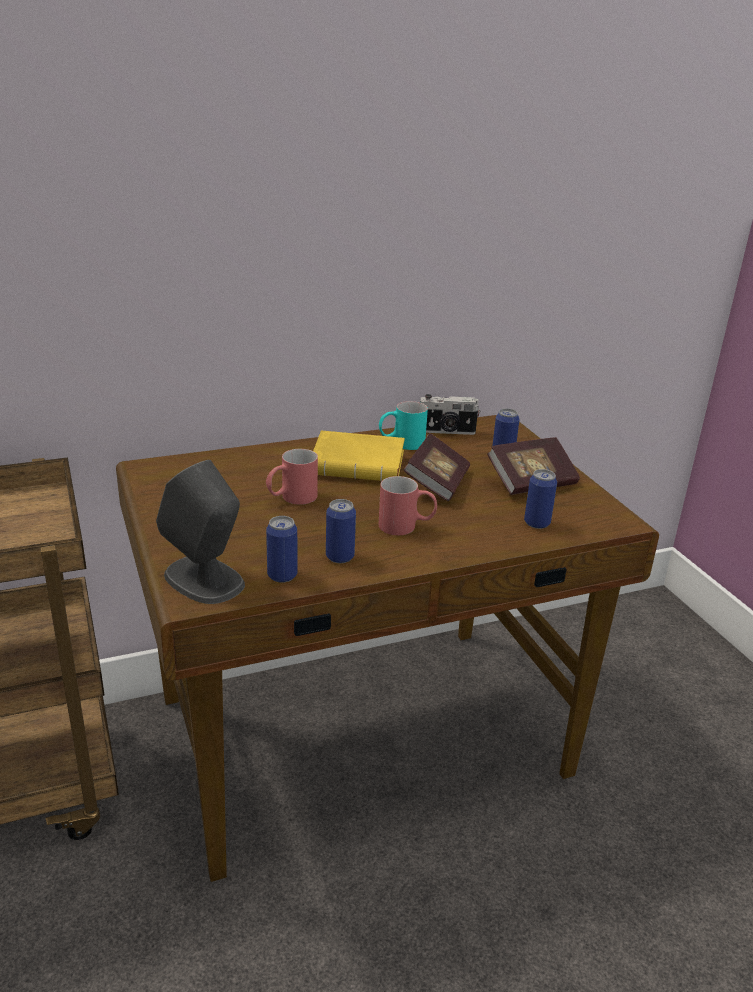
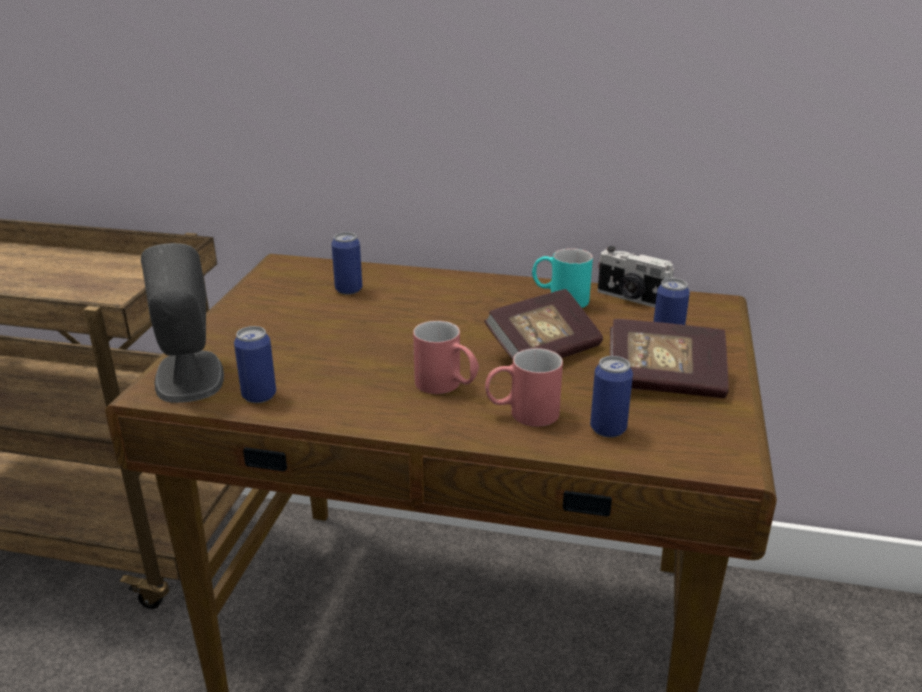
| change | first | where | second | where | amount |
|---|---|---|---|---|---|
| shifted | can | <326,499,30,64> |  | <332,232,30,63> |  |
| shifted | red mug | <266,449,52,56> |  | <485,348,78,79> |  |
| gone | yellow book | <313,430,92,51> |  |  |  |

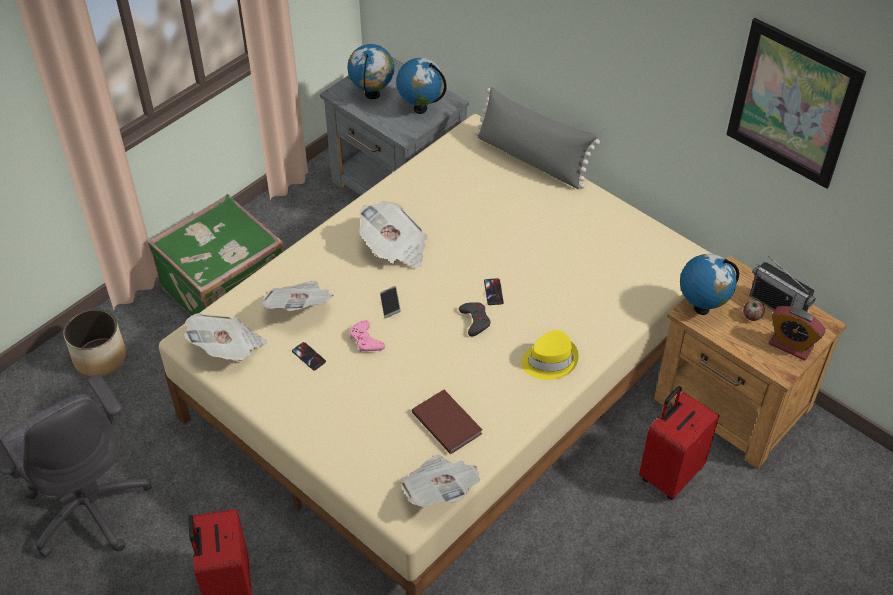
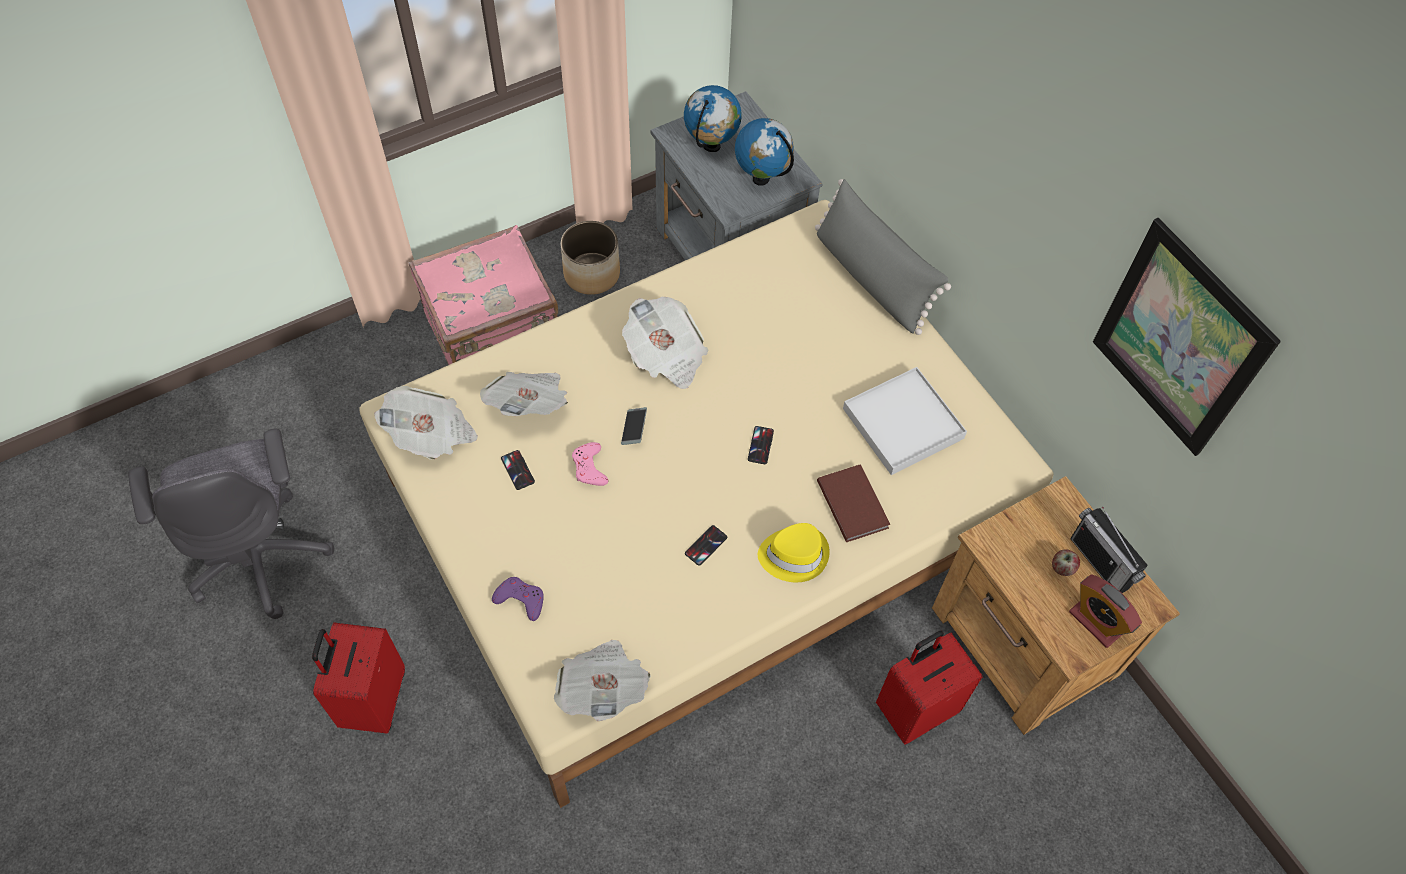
| change | first | where | second | where | amount |
|---|---|---|---|---|---|
| repainted | green suitcase | <147,194,137,122> | pink suitcase | <408,225,150,140> |  |
| new |  |  | purple game controller | <492,577,52,44> |  |
| shifted | planter | <63,309,63,68> |  | <561,221,59,74> |  |
| new |  |  | phone | <685,525,42,41> |  |
| shifted | brown book | <412,390,70,64> |  | <817,464,73,78> |  |
| new |  |  | white tray | <843,367,124,108> |  |
| gone | grey game controller | <459,302,32,35> |  |  |  |
| gone | globe | <680,254,59,61> |  |  |  |

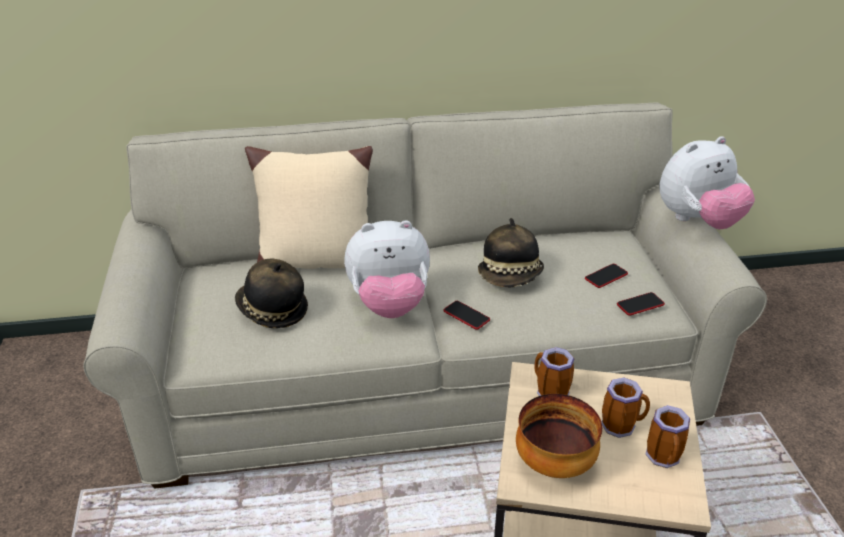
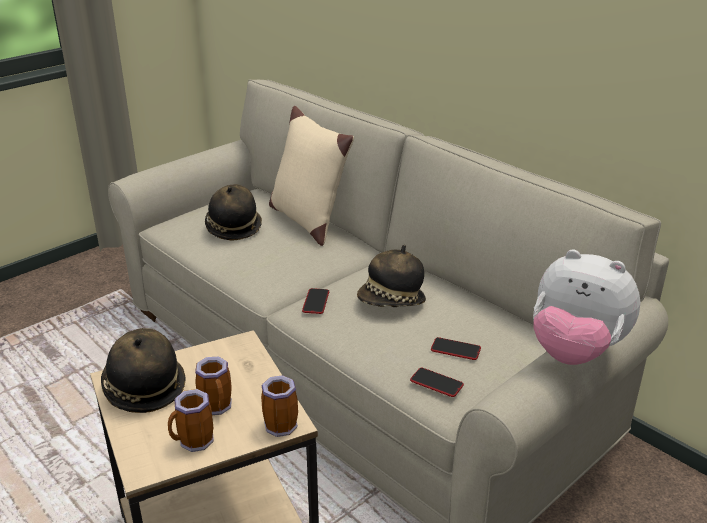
| change | first | where | second | where | amount |
|---|---|---|---|---|---|
| swapped | bowl | <516,394,86,84> | hat | <101,328,85,85> |  |
| shifted | mug | <534,347,40,49> |  | <261,375,37,62> |  |
| gone | plush toy | <344,220,86,98> |  |  |  |

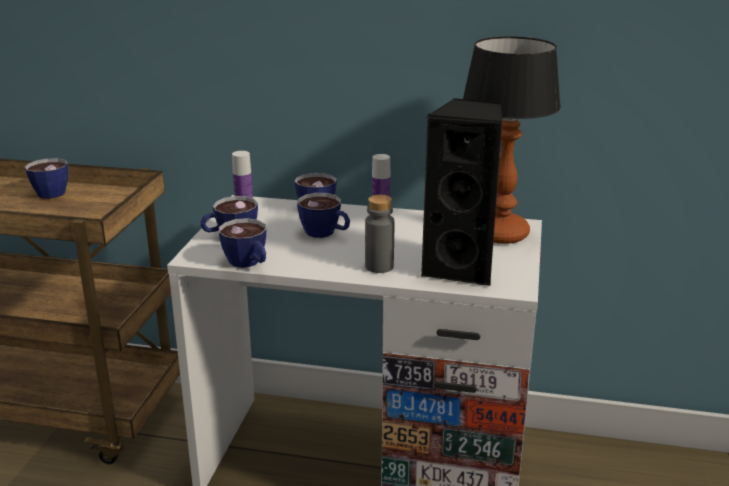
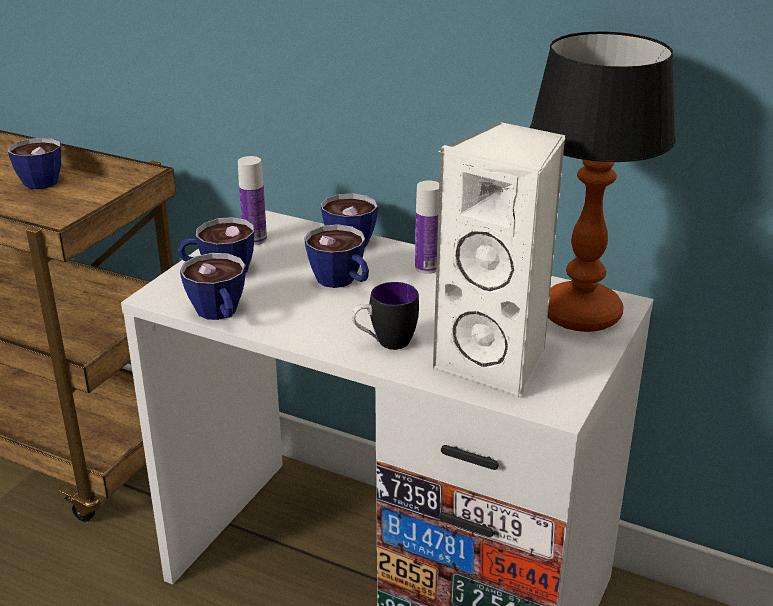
| change | first | where | second | where | amount |
|---|---|---|---|---|---|
| swapped | grey bottle | <365,195,29,78> | mug | <352,282,67,68> |  |
| repainted | black speaker | <421,98,81,188> | white speaker | <432,122,133,276> |  |

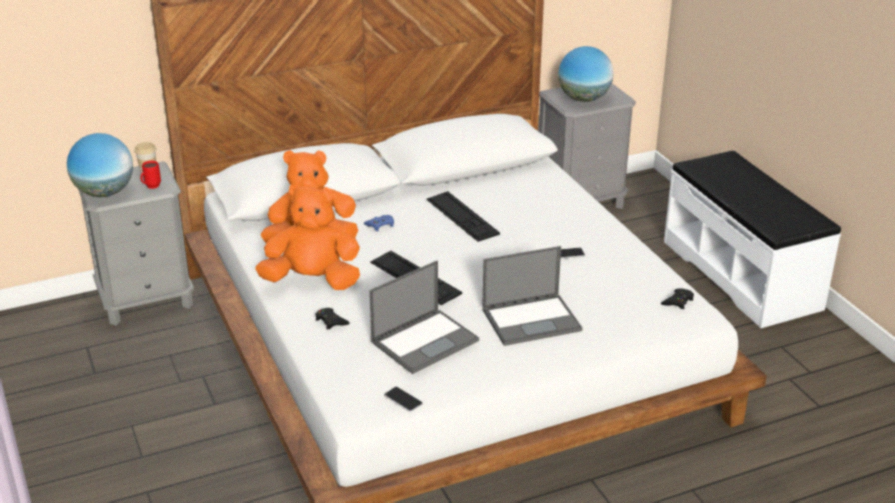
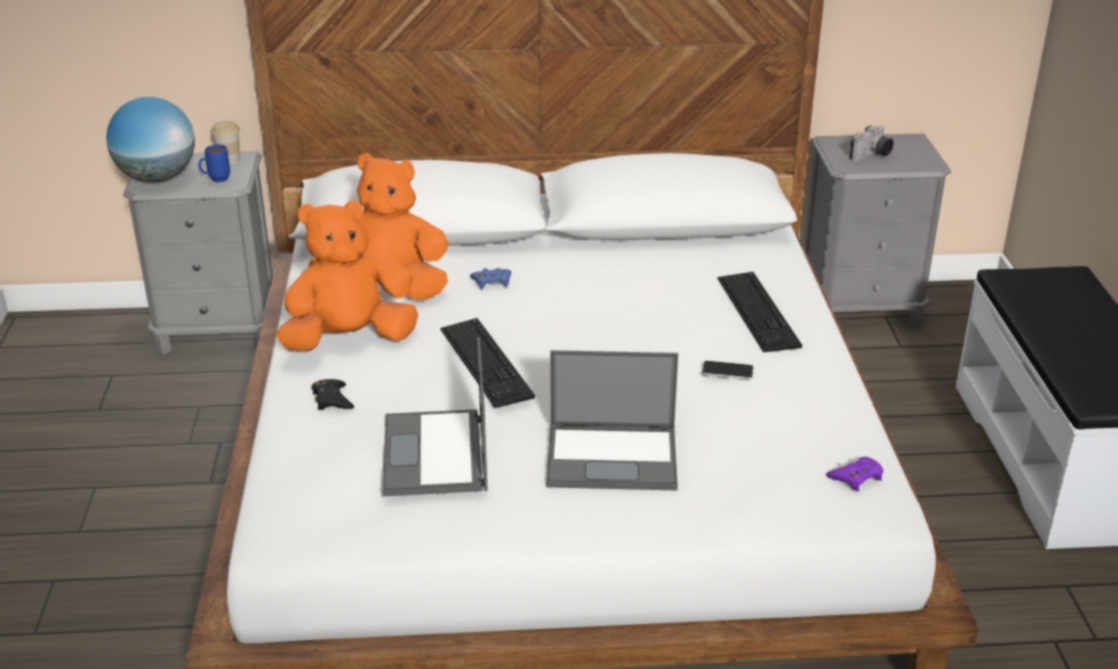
| change | first | where | second | where | amount |
|---|---|---|---|---|---|
| repainted | red mug | <140,161,21,28> | blue mug | <199,145,31,37> |  |
| rotated | orange plush toy | <255,183,105,107> |  | <276,200,142,151> | 45 degrees counterclockwise |
| rotated | laptop | <369,260,110,114> |  | <382,337,106,159> | 105 degrees clockwise |
| shifted | keyboard | <426,191,74,51> |  | <717,272,85,80> |  |
| repainted | black game controller | <661,288,33,21> | purple game controller | <826,457,58,34> |  |
| swapped | globe | <558,46,55,56> | photo camera | <850,125,44,36> |  |
| gone | phone | <384,387,39,25> |  |  |  |

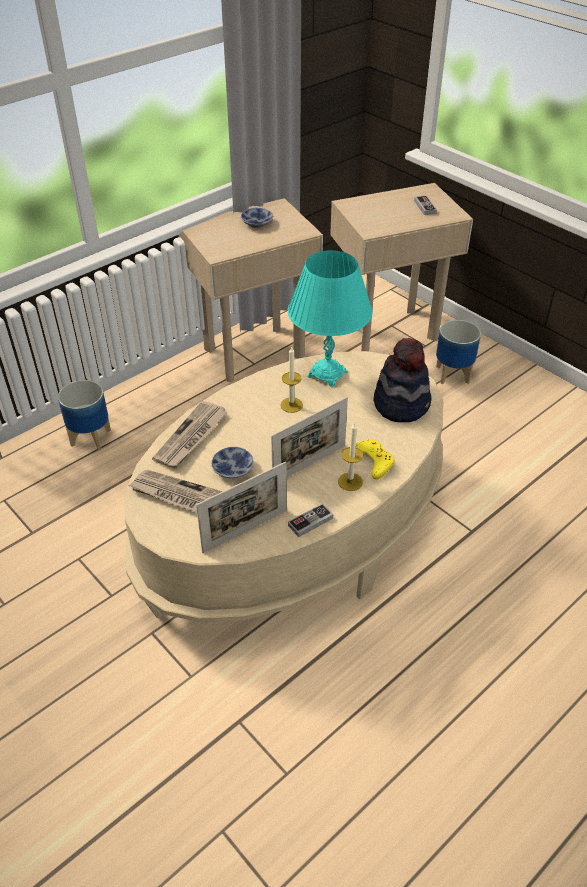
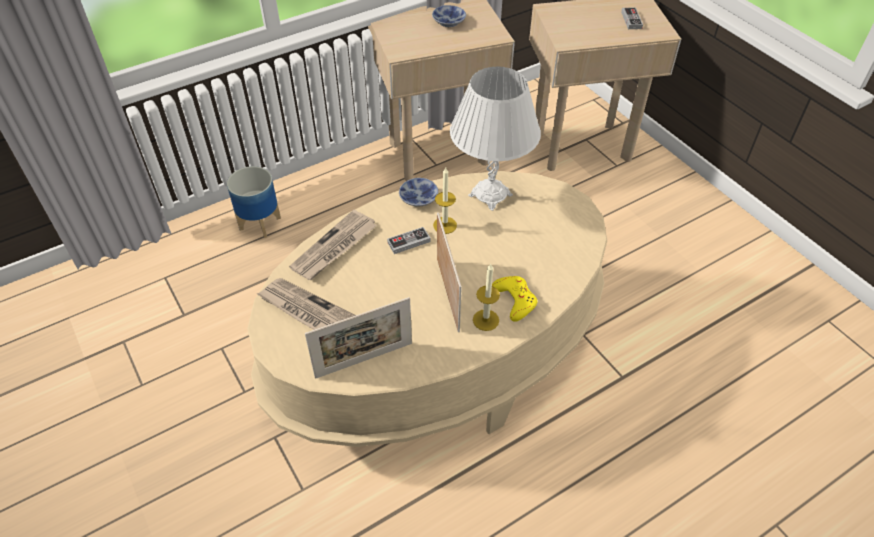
| change | first | where | second | where | amount |
|---|---|---|---|---|---|
| shifted | game controller | <288,503,45,34> |  | <387,227,44,27> |  |
| shifted | bowl | <211,447,43,31> |  | <399,178,39,29> |  |
| rotated | picture frame | <271,397,77,81> |  | <437,212,25,120> | 75 degrees counterclockwise |
| repainted | turquoise table lamp | <288,250,85,138> | white table lamp | <450,67,91,144> |  |
| gone | hat | <373,338,58,84> |  |  |  |
| gone | planter | <436,320,45,64> |  |  |  |

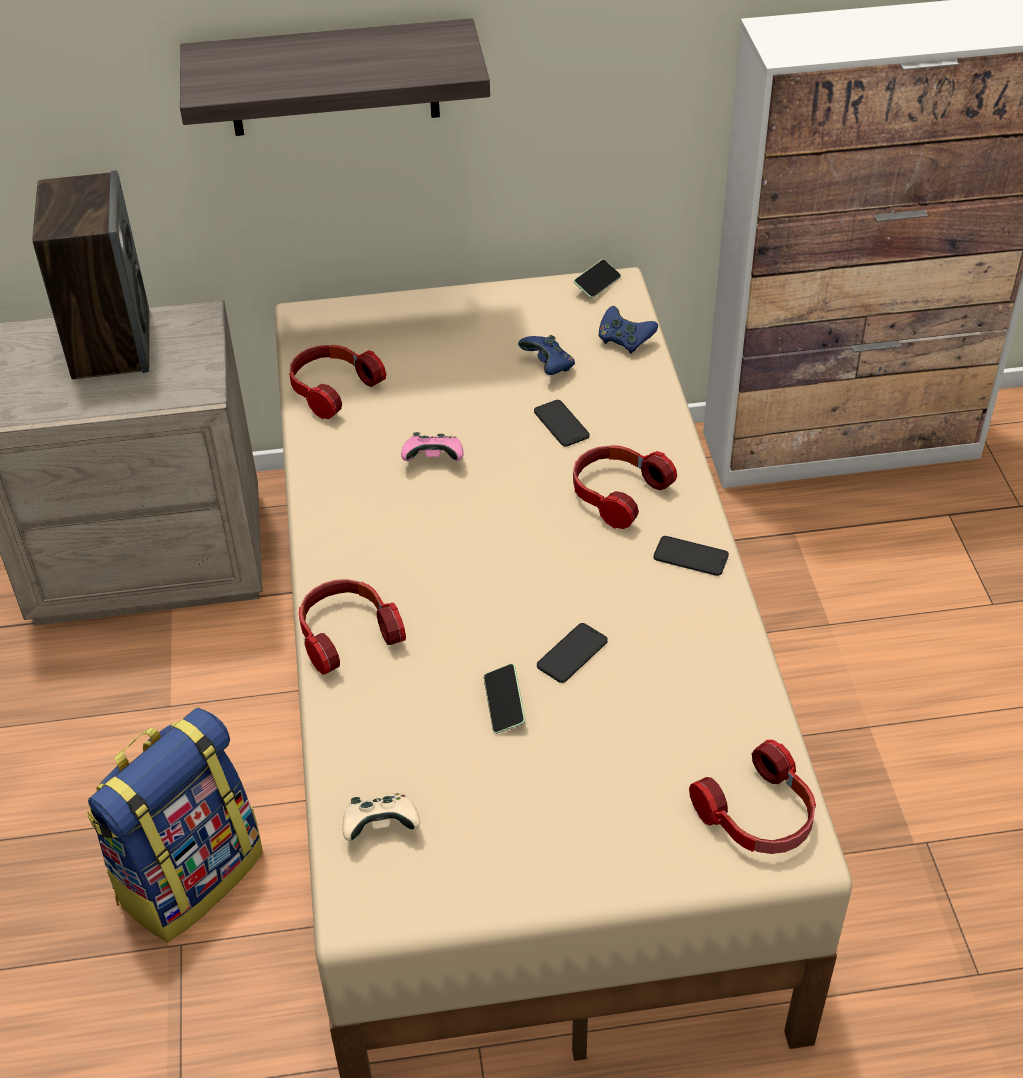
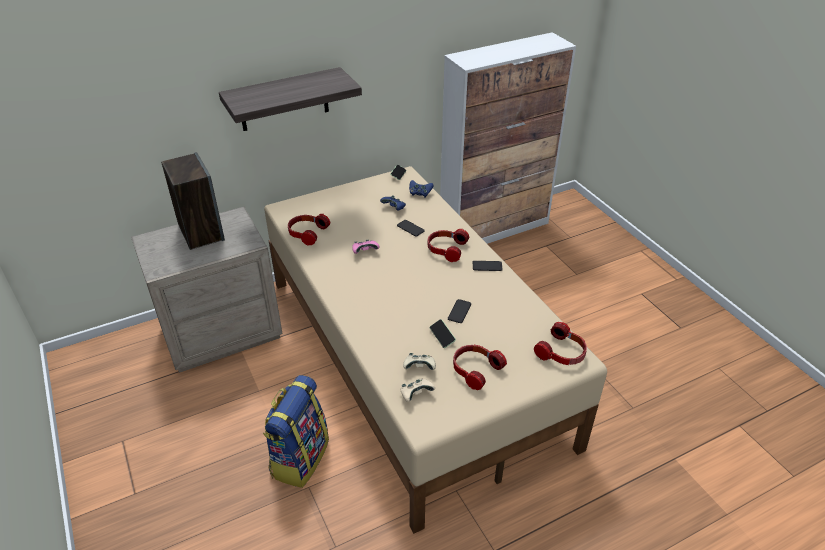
| change | first | where | second | where | amount |
|---|---|---|---|---|---|
| new |  |  | beige game controller | <403,353,33,17> |  |
| shifted | headphones | <299,579,107,96> |  | <453,345,54,45> |  |

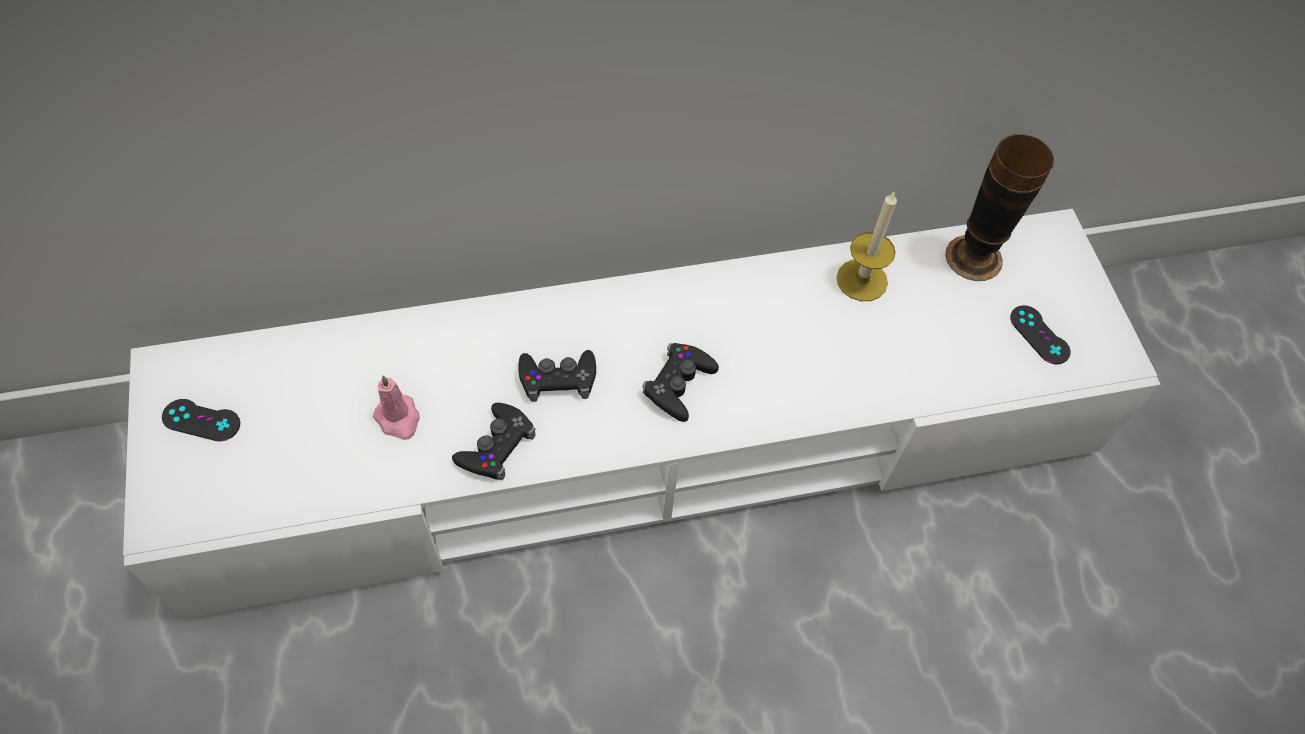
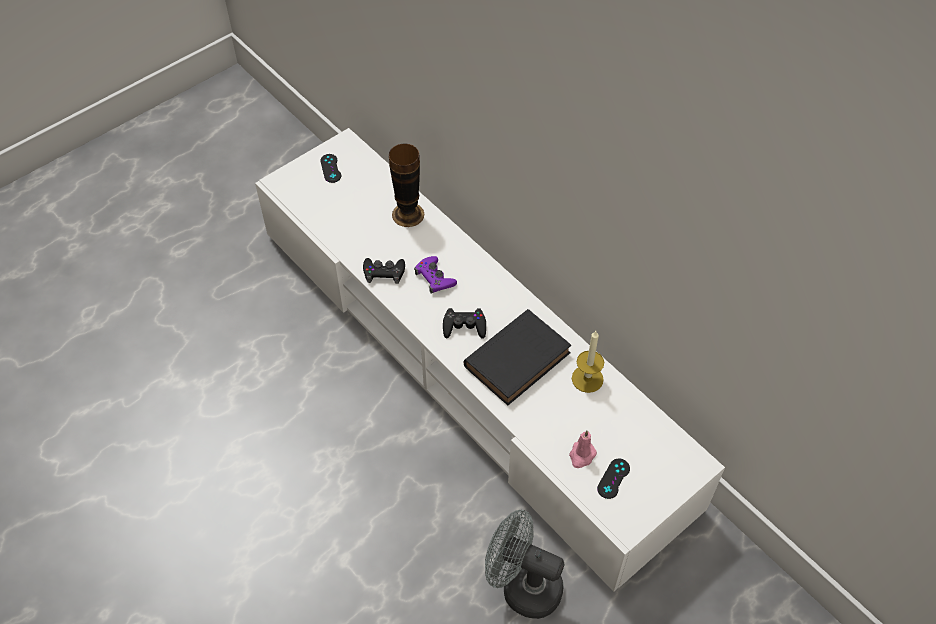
| change | first | where | second | where | amount |
|---|---|---|---|---|---|
| shifted | vase | <945,134,109,147> |  | <389,143,35,84> |  |
| repainted | black game controller | <518,350,78,52> | purple game controller | <414,256,43,38> |  |
| new |  |  | black book | <464,309,107,96> |  |
| new |  |  | grey fan | <485,510,80,109> |  |
| shifted | pink candle | <373,375,47,65> |  | <569,431,28,37> |  |

